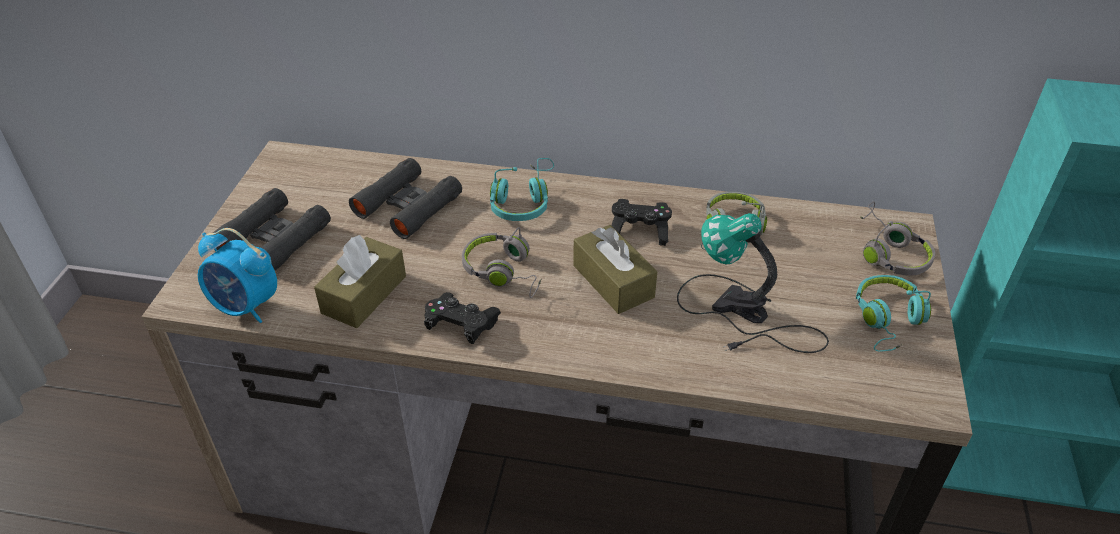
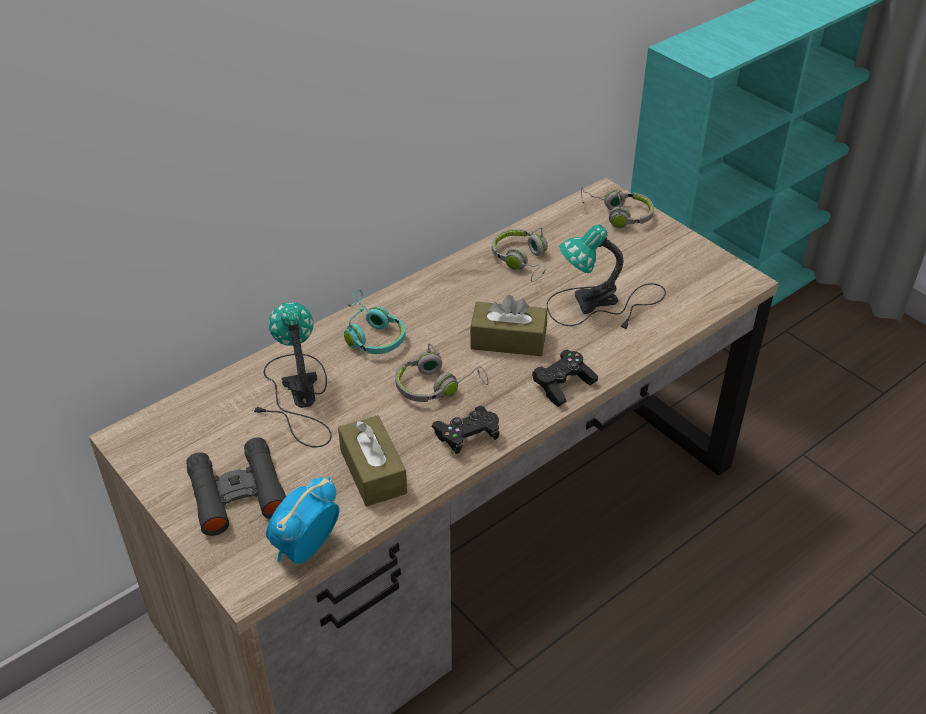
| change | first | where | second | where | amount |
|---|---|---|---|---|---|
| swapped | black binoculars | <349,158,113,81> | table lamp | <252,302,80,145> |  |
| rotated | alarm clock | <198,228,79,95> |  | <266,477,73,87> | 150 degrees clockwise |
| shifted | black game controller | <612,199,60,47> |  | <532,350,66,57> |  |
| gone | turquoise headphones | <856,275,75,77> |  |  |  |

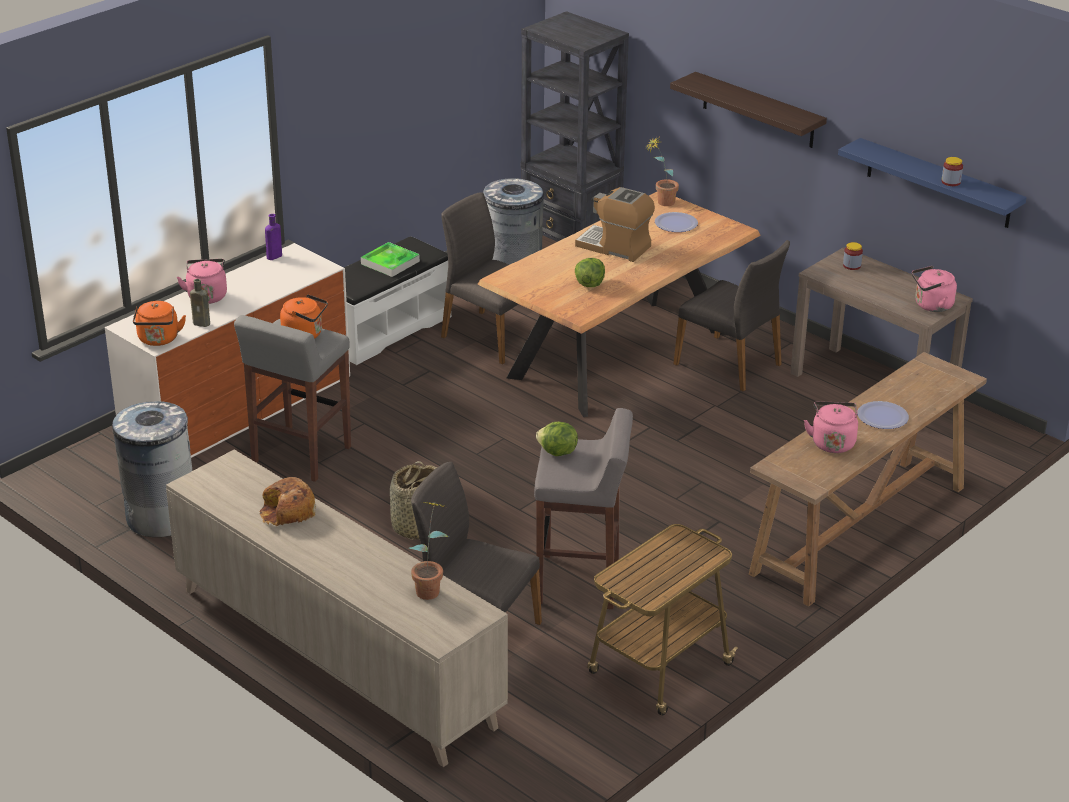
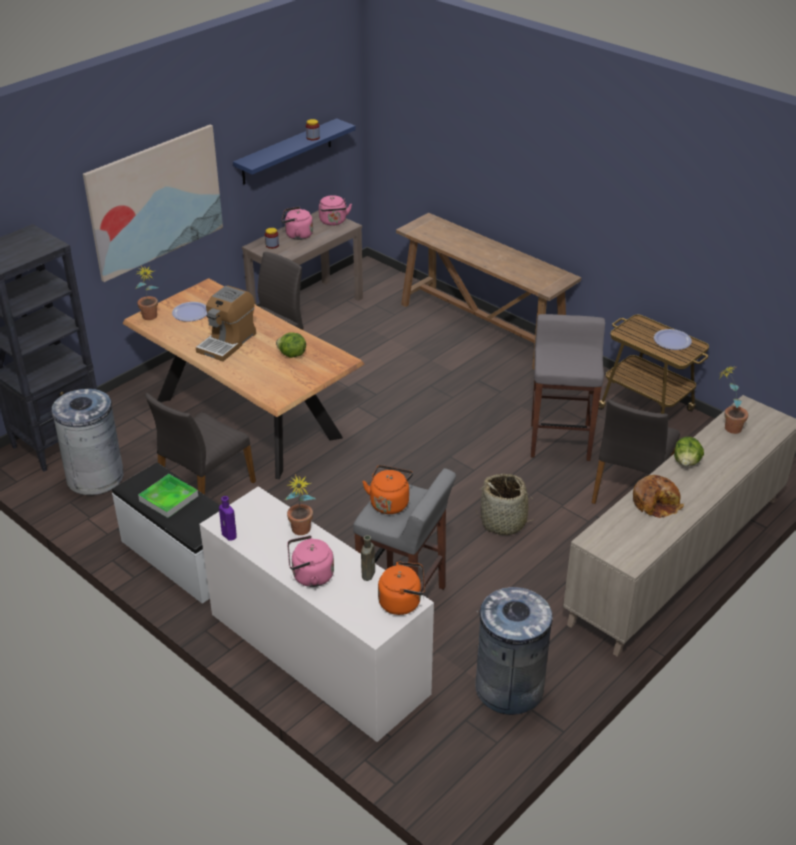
| change | first | where | second | where | amount |
|---|---|---|---|---|---|
| swapped | shelf | <670,72,157,76> | picture | <83,125,140,157> |  |
| shifted | pink kettle | <804,401,54,52> |  | <281,207,32,33> |  |
| new |  |  | potted plant | <285,474,31,61> |  |
| shifted | plate | <857,401,52,28> |  | <654,329,38,21> |  |
| shifted | lettuce | <536,422,42,34> |  | <674,437,30,29> |  |

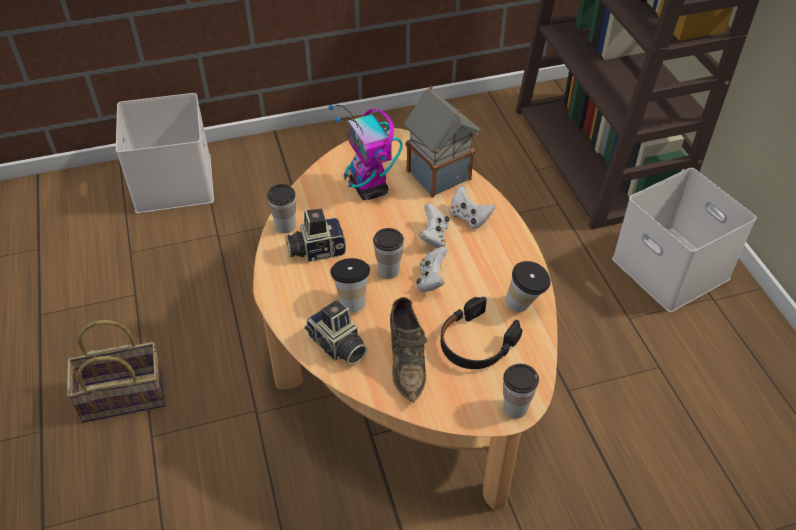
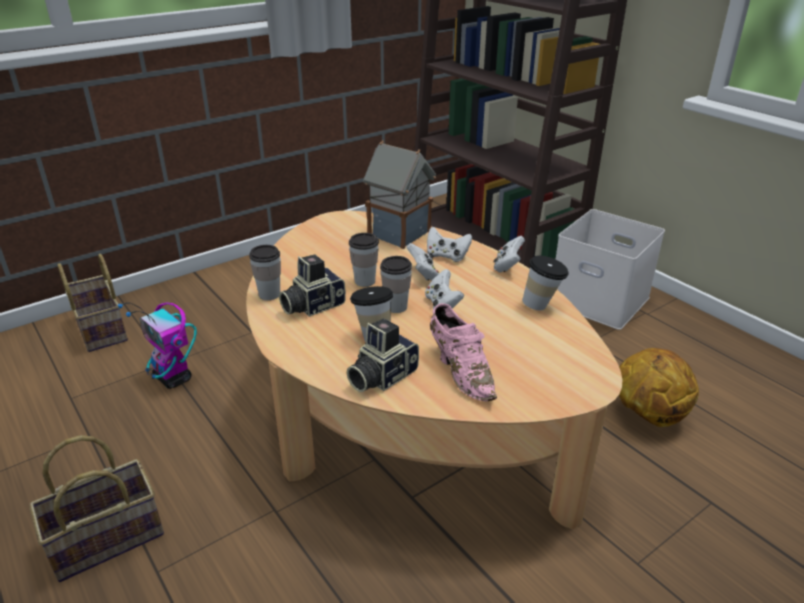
| change | first | where | second | where | amount |
|---|---|---|---|---|---|
| swapped | white storage box | <116,93,98,120> | basket | <58,254,70,98> |  |
| shifted | toy robot | <328,105,75,95> |  | <117,302,80,87> |  |
| rotated | photo camera | <304,300,64,65> |  | <347,318,72,74> | 105 degrees clockwise |
| shifted | cup | <503,364,36,54> |  | <349,233,30,54> |  |
| repainted | brown shoe | <390,297,38,105> | pink shoe | <430,303,67,98> |  |
| new |  |  | white game controller | <494,236,31,36> |  |
| new |  |  | basketball | <619,348,80,79> |  |
| gone | black headphones | <441,297,82,72> |  |  |  |

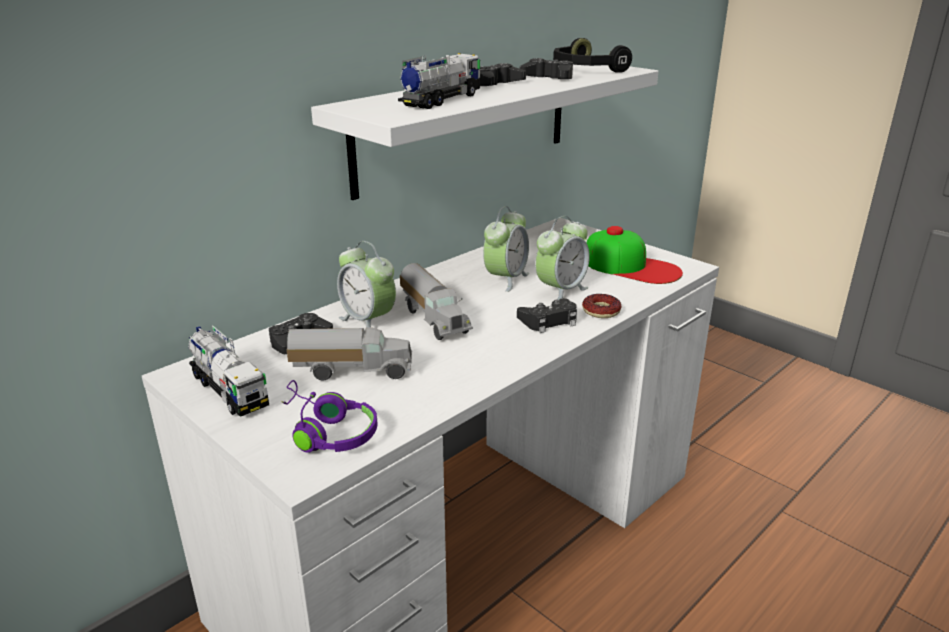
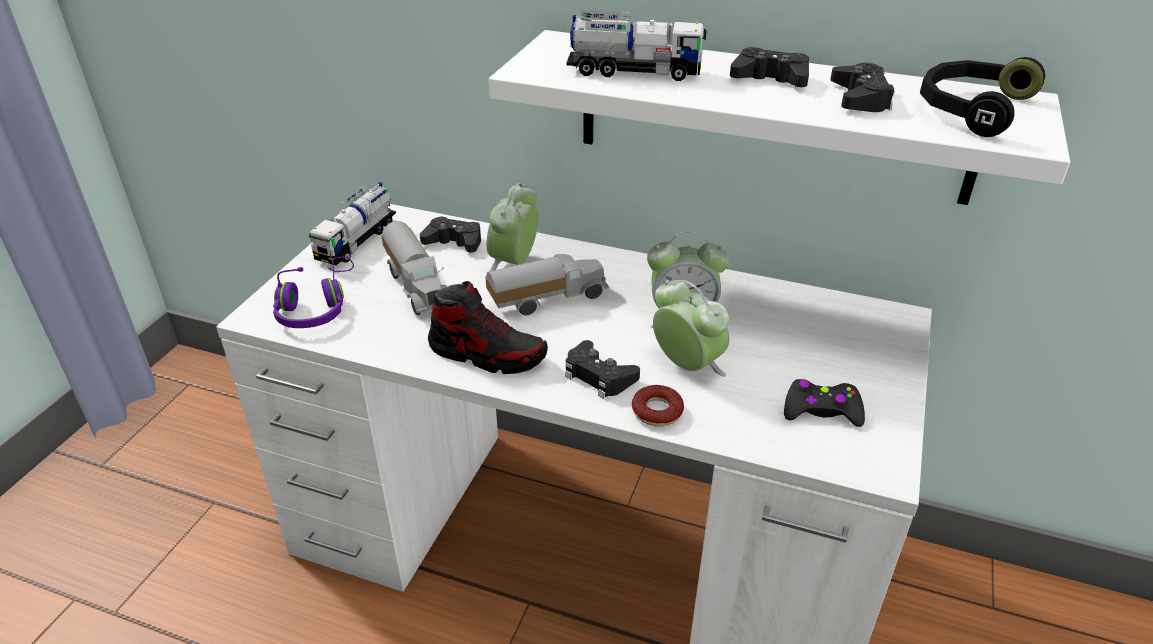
| change | first | where | second | where | amount |
|---|---|---|---|---|---|
| new |  |  | shoe | <428,281,120,93> |  |
| rotated | toy truck | <400,263,73,77> |  | <485,254,124,61> | 150 degrees counterclockwise |
| rotated | alarm clock | <535,216,55,84> |  | <653,280,76,97> | 150 degrees counterclockwise |
| swapped | cap | <586,226,97,58> | black game controller | <784,379,81,48> |  |

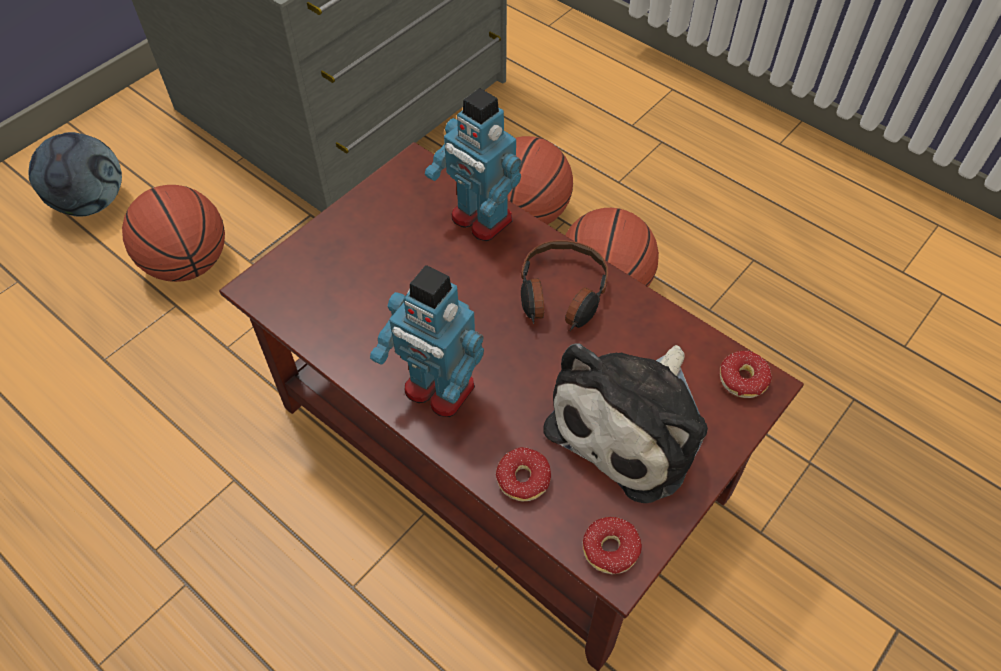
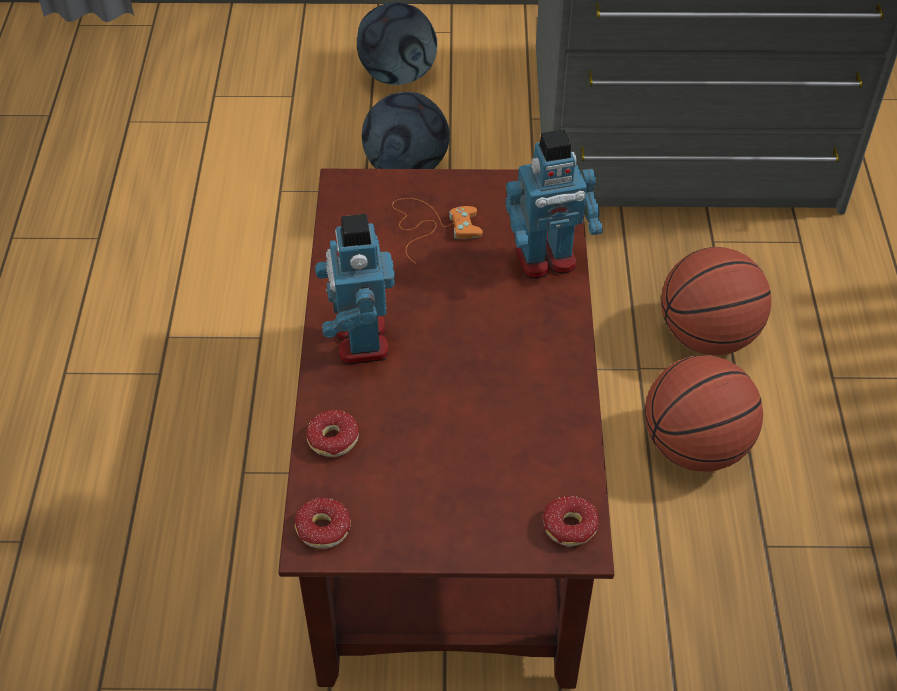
| change | first | where | second | where | amount |
|---|---|---|---|---|---|
| swapped | basketball | <122,185,103,97> | football | <362,92,88,77> |  |
| new |  |  | orange game controller | <392,198,91,65> |  |
| rotated | toy robot | <425,88,96,153> |  | <505,129,98,150> | 105 degrees counterclockwise |
| gone | headphones | <521,240,87,91> |  |  |  |
| gone | plush toy | <544,344,164,159> |  |  |  |

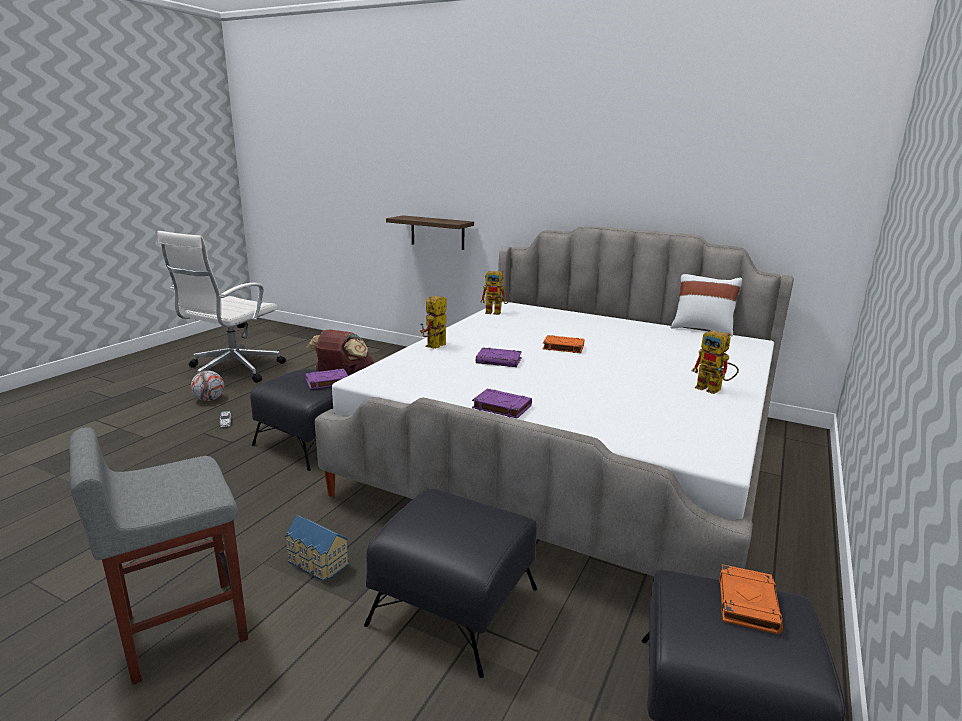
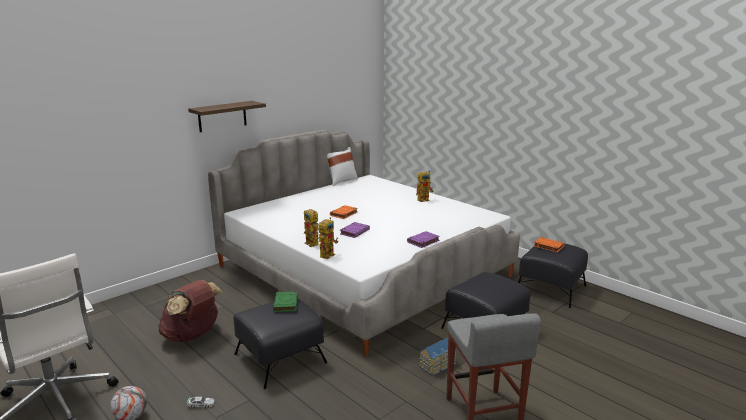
| change | first | where | second | where | amount |
|---|---|---|---|---|---|
| shifted | shelf | <386,215,88,35> |  | <188,101,78,31> |  |
| repainted | purple book | <305,369,43,20> | green book | <273,291,25,21> |  |
| shifted | toy robot | <480,270,30,45> |  | <319,217,19,42> |  |

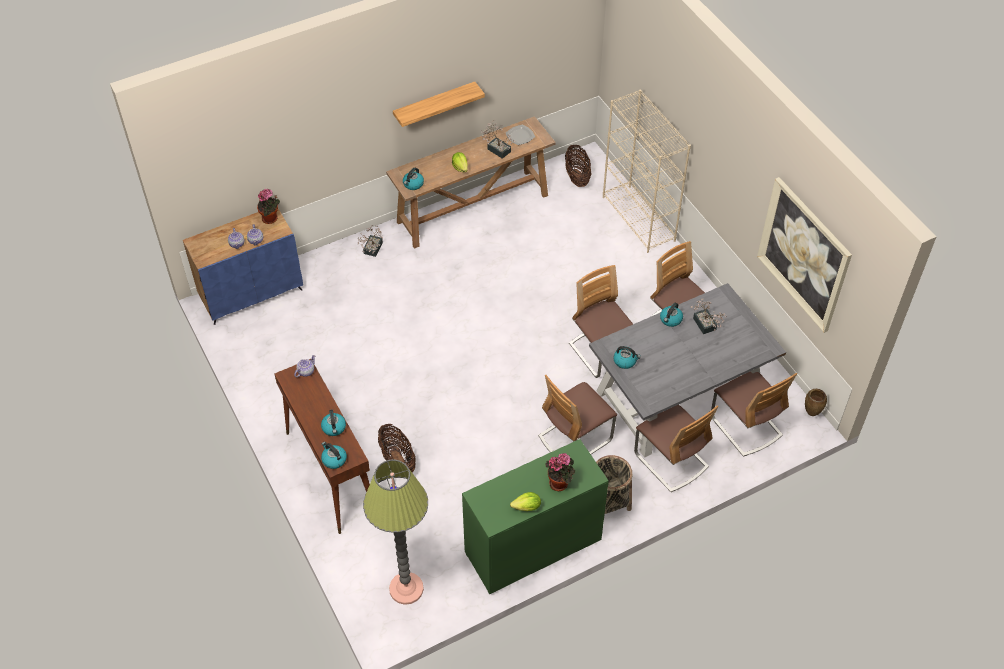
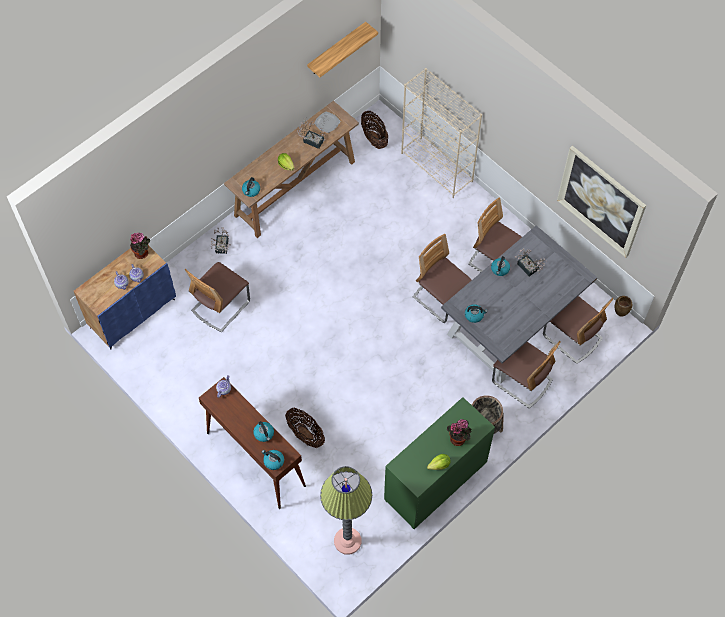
| change | first | where | second | where | amount |
|---|---|---|---|---|---|
| shifted | chair | <538,375,79,79> |  | <185,262,65,70> |  |
| shifted | shelf | <393,82,92,45> |  | <307,22,71,55> |  |

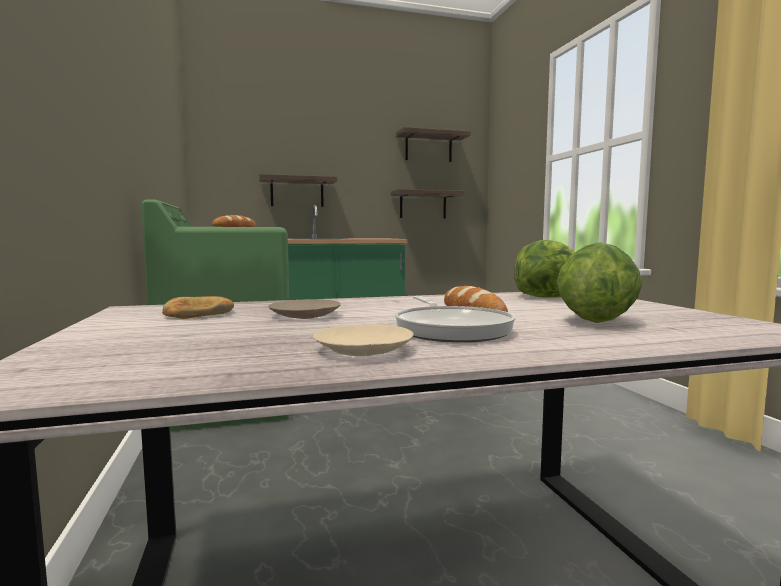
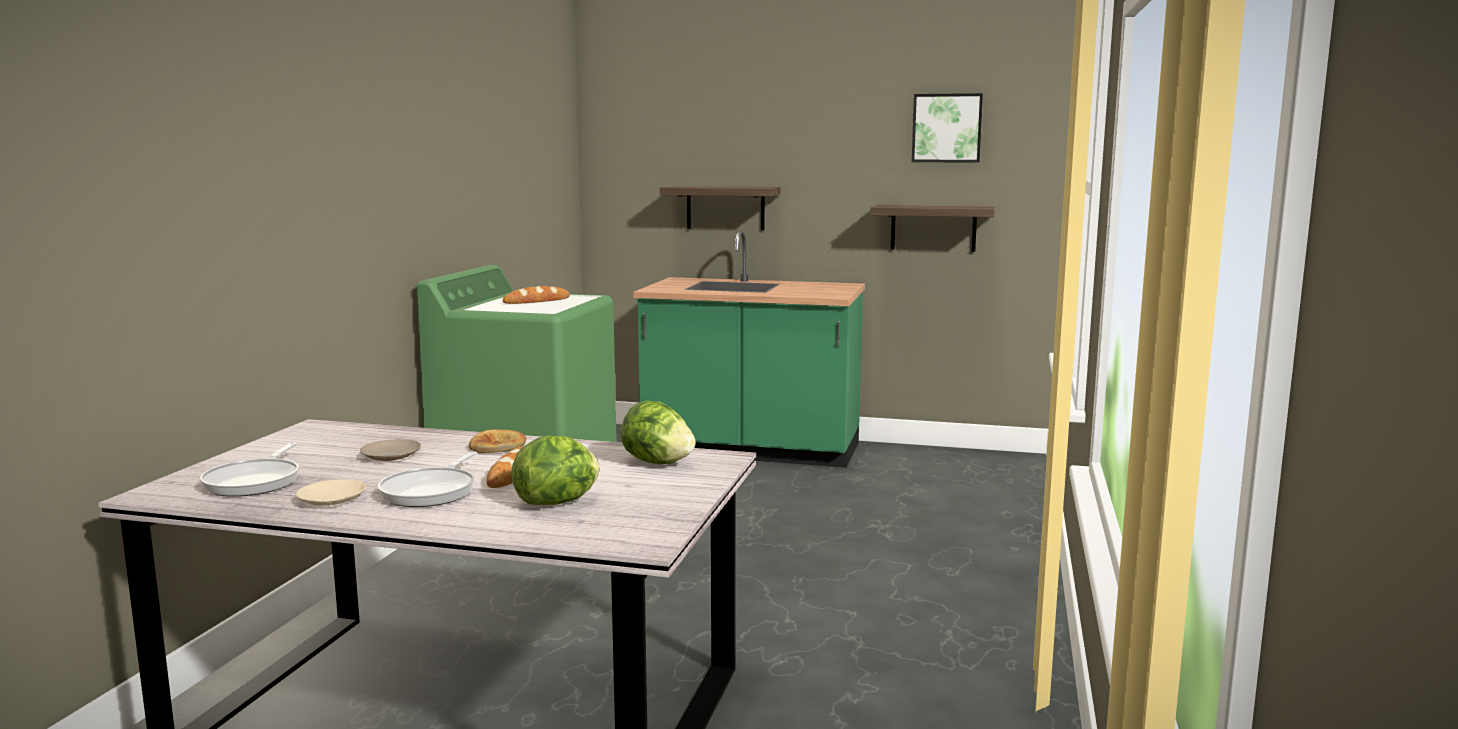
| change | first | where | second | where | amount |
|---|---|---|---|---|---|
| new |  |  | frying pan | <200,443,99,54> |  |
| shifted | bread | <162,296,72,23> |  | <469,429,57,24> |  |
| swapped | shelf | <396,127,75,35> | picture | <912,93,71,70> |  |

